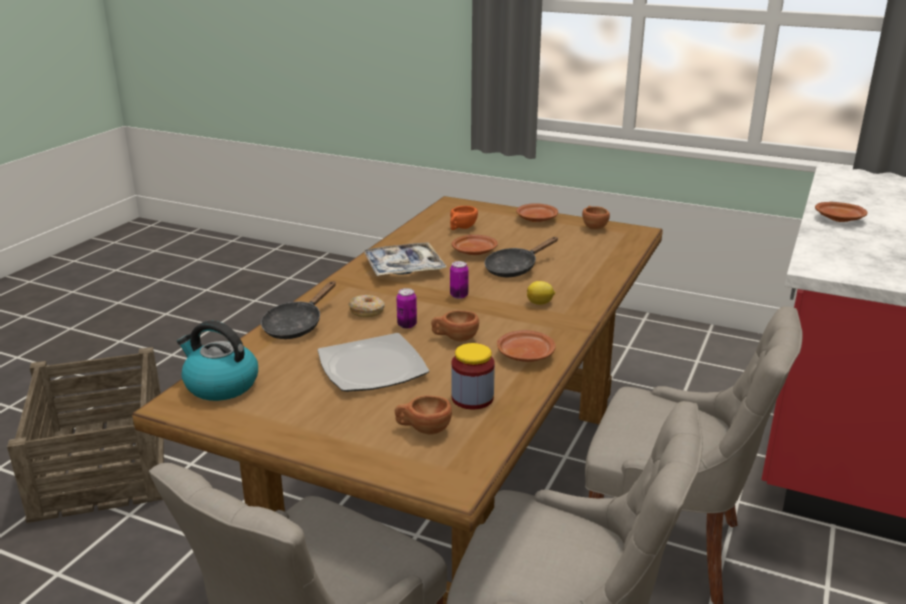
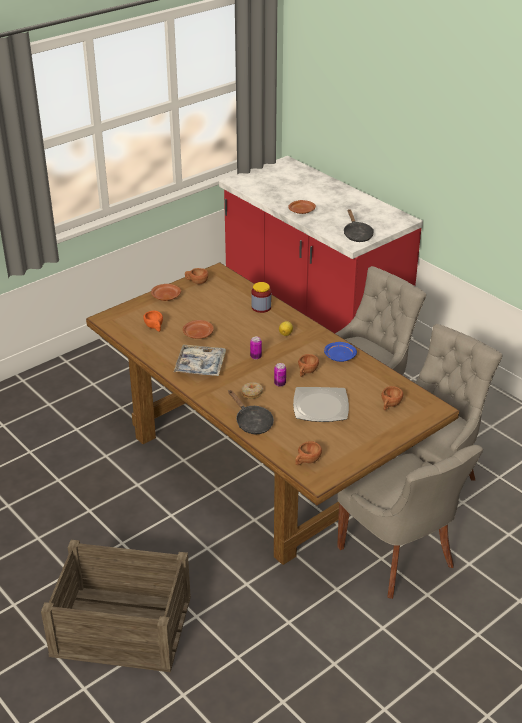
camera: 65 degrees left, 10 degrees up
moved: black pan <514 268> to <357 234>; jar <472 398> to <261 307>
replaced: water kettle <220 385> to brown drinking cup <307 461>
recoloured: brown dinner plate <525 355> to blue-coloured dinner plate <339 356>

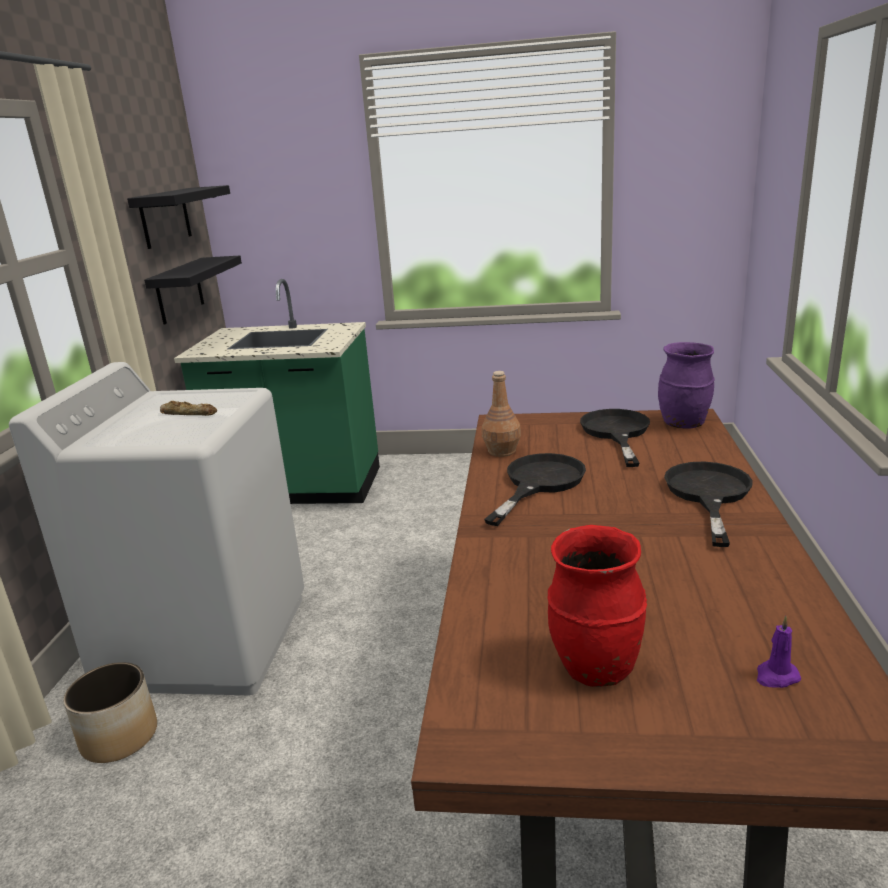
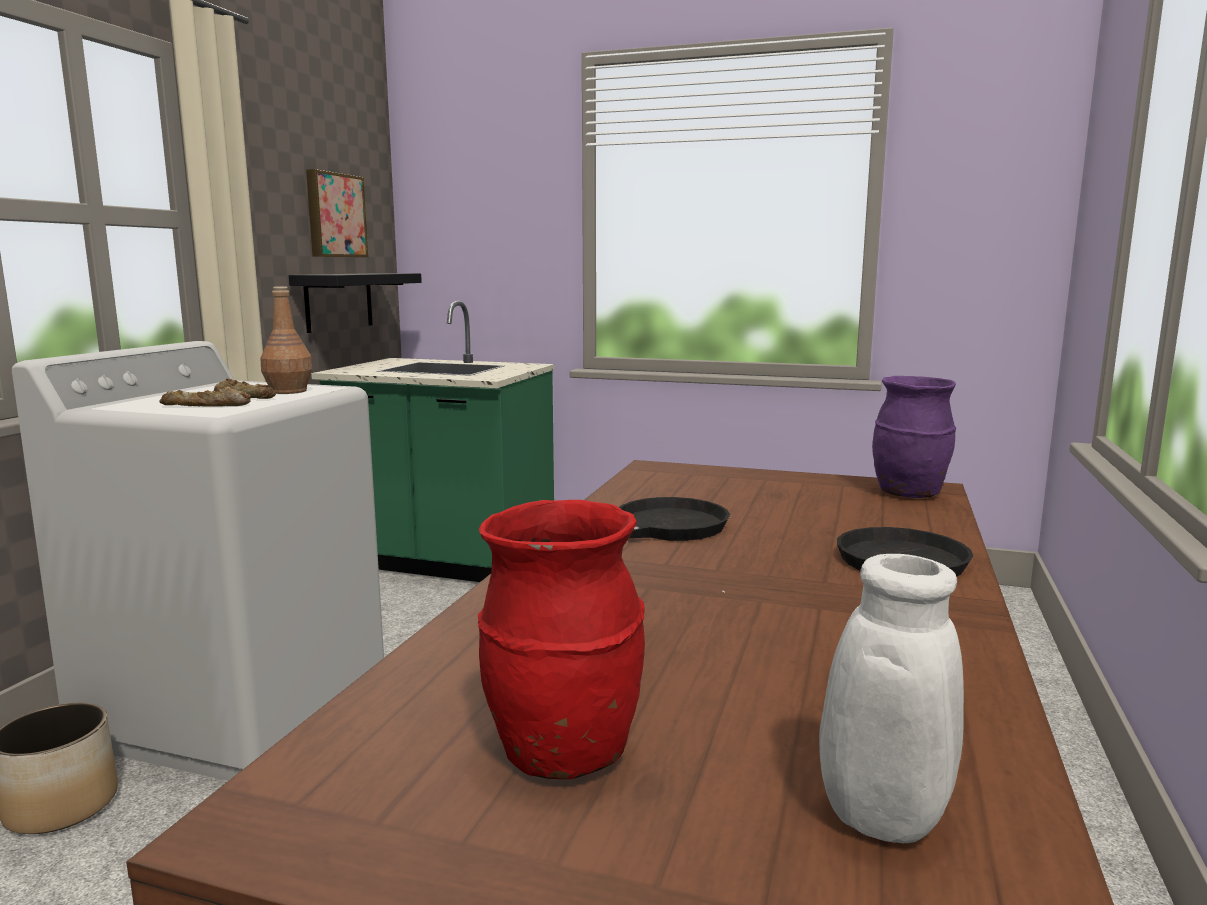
camera: 10 degrees right, 10 degrees down
removed: black pan <616 433>
added: baked bread <206 405>
moved: brown bottle <502 451> to <288 391>
replaced: black shelf <165 217> to wall picture <334 215>; purple-coloured wax light <776 676> to white flower vase <872 820>

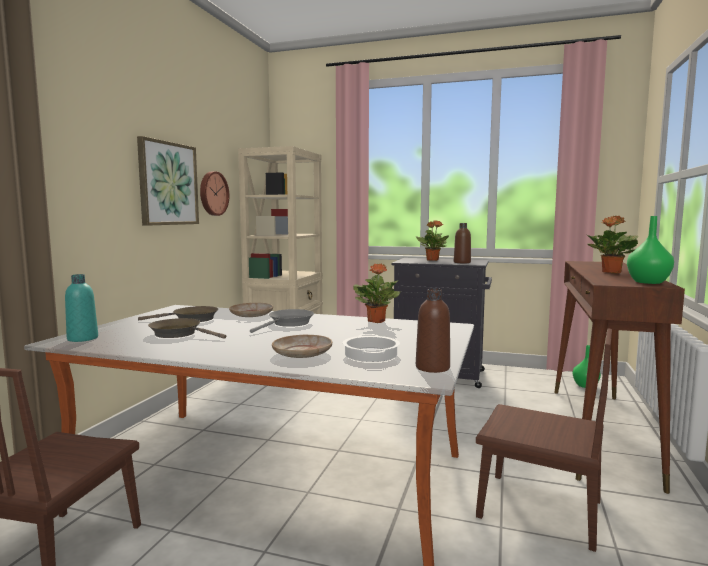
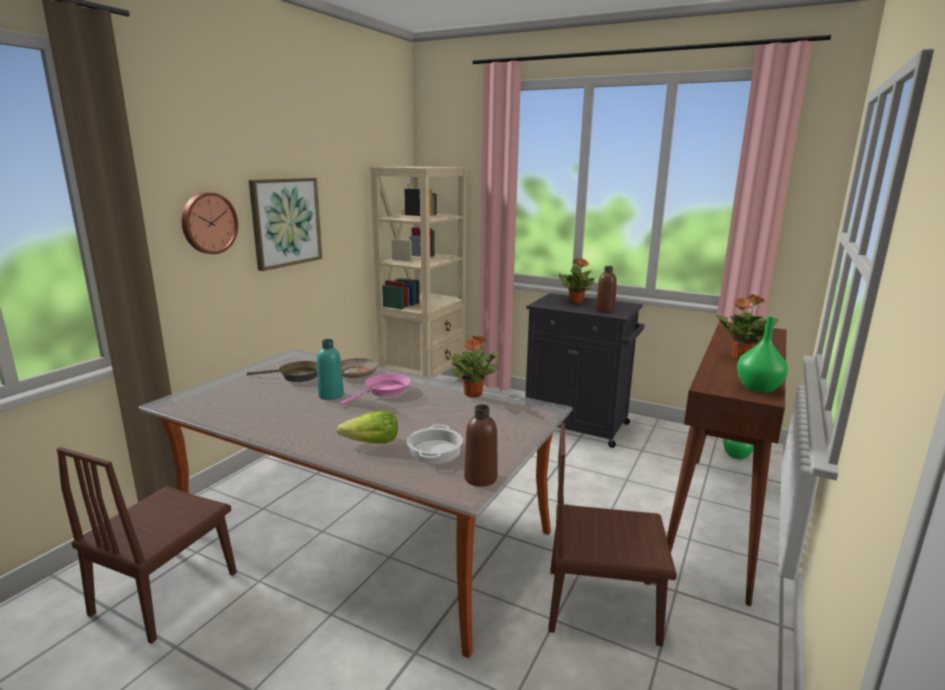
camera: 10 degrees right, 10 degrees up
removed: brown pan <179 334>
moved: wall clock <212 193> to <208 223>; turquoise-coloured bottle <82 338> to <331 395>
replaced: beige-coloured dinner plate <302 353> to head of lettuce <371 443>
recoloured: gray pan <289 324> to pink pan <384 391>
turned: brown upright chair <539 509> = <602 605> 150 degrees clockwise

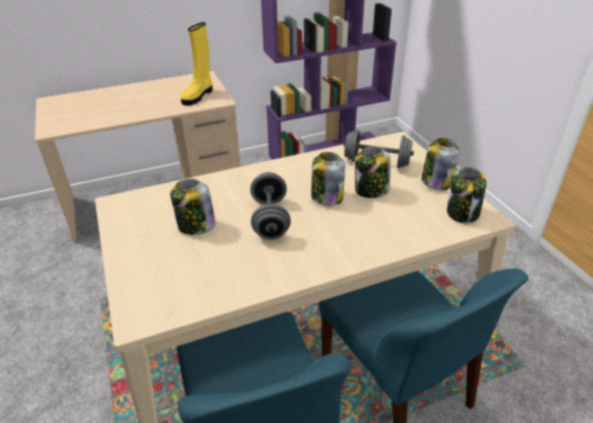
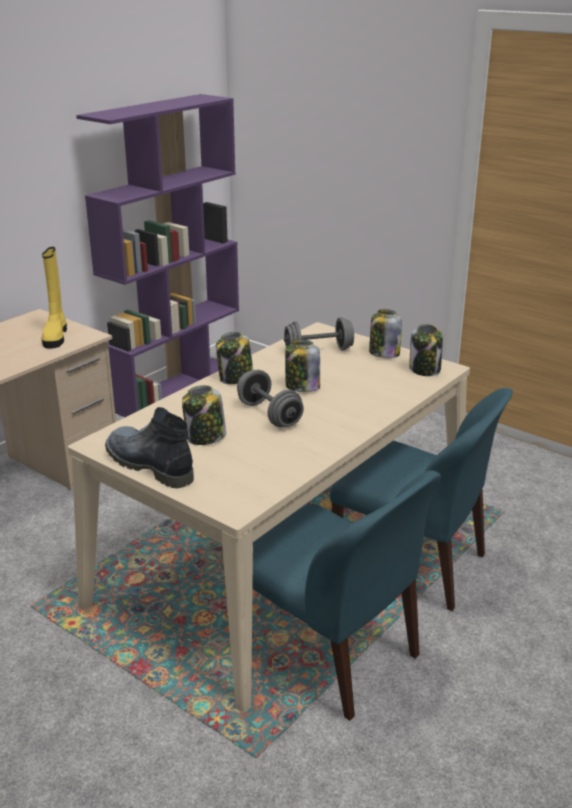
camera: 30 degrees left, 10 degrees down
added: boot <148 465>
moved: jar <371 190> to <235 378>

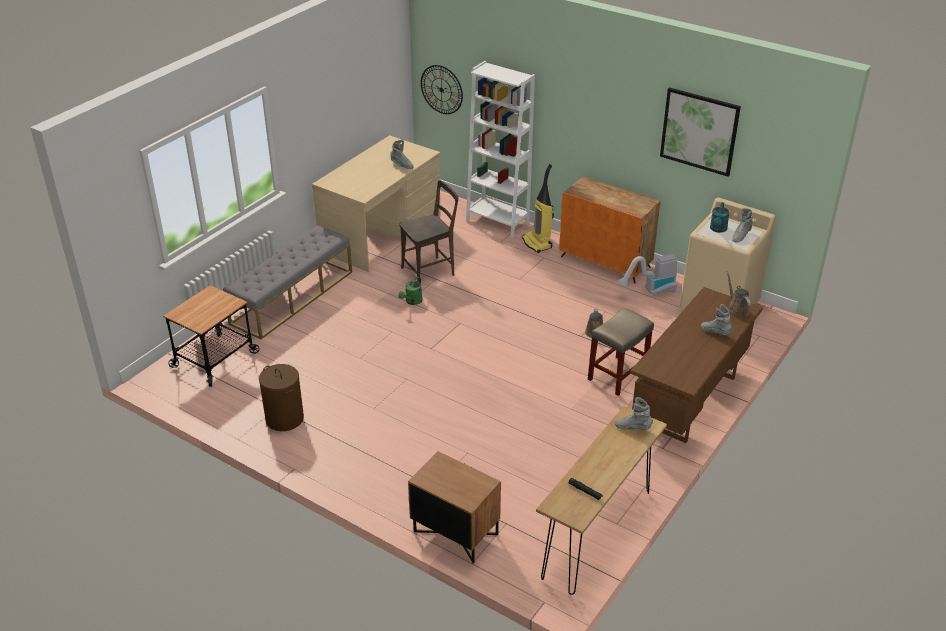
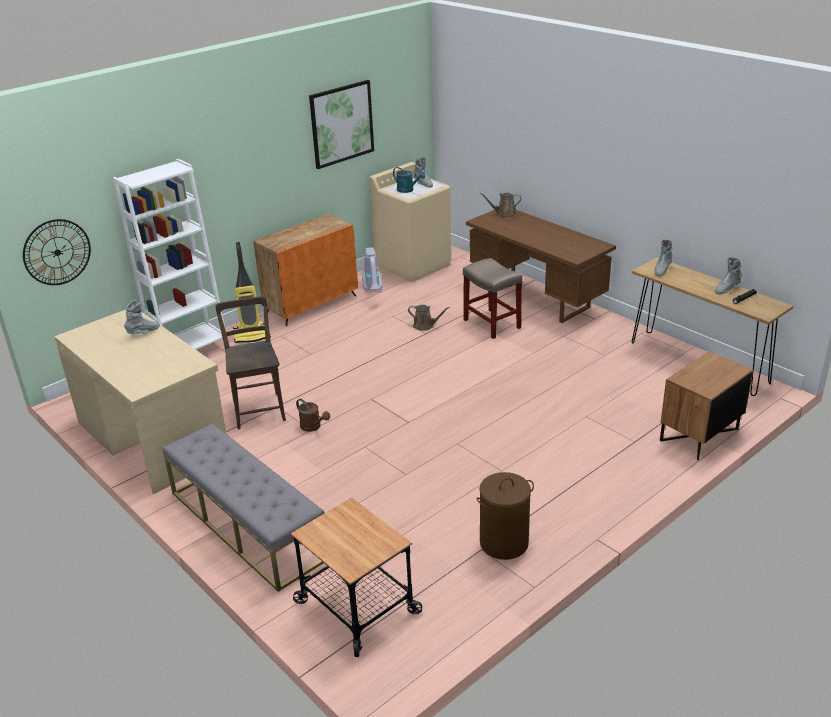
camera: 75 degrees left, 5 degrees down
moved: gray boot <715 332> to <726 289>
recoloured: green sprinkling can <412 302> to brown sprinkling can <313 427>

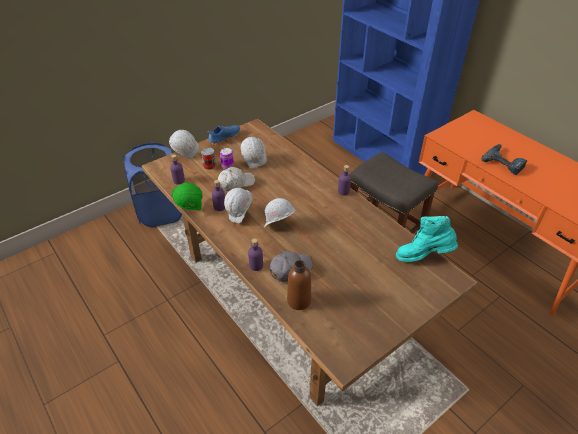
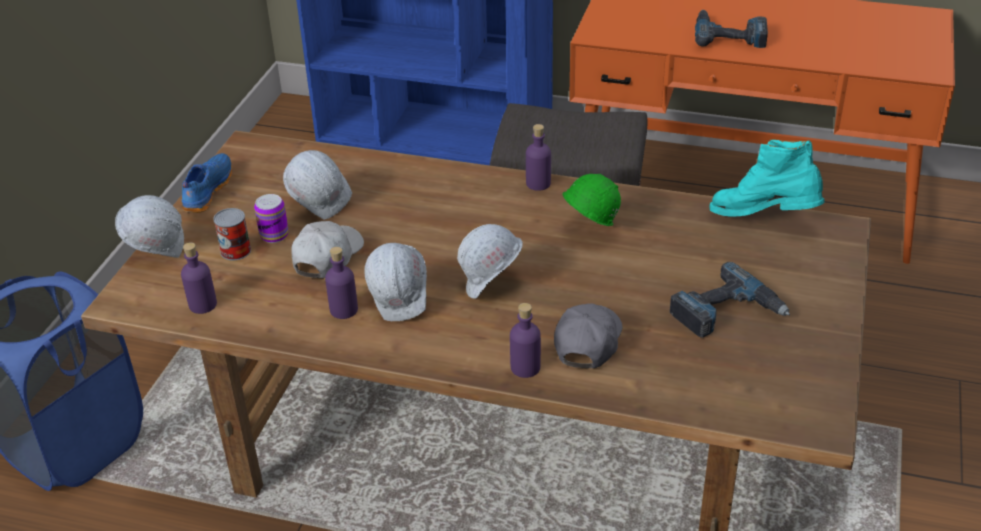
camera: 35 degrees left, 5 degrees down
removed: brown bottle <299 300>
added: electric drill <727 312>
moved: green safety helmet <190 208> to <589 230>
turned: turquoise-coloured boot <423 256> = <764 220> 60 degrees clockwise

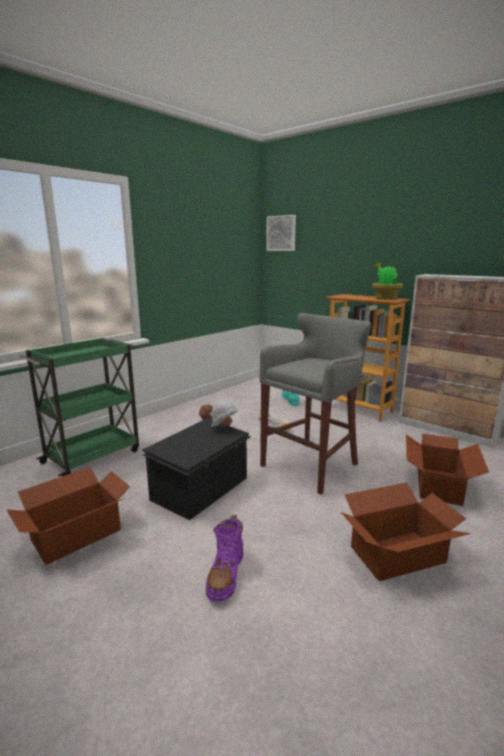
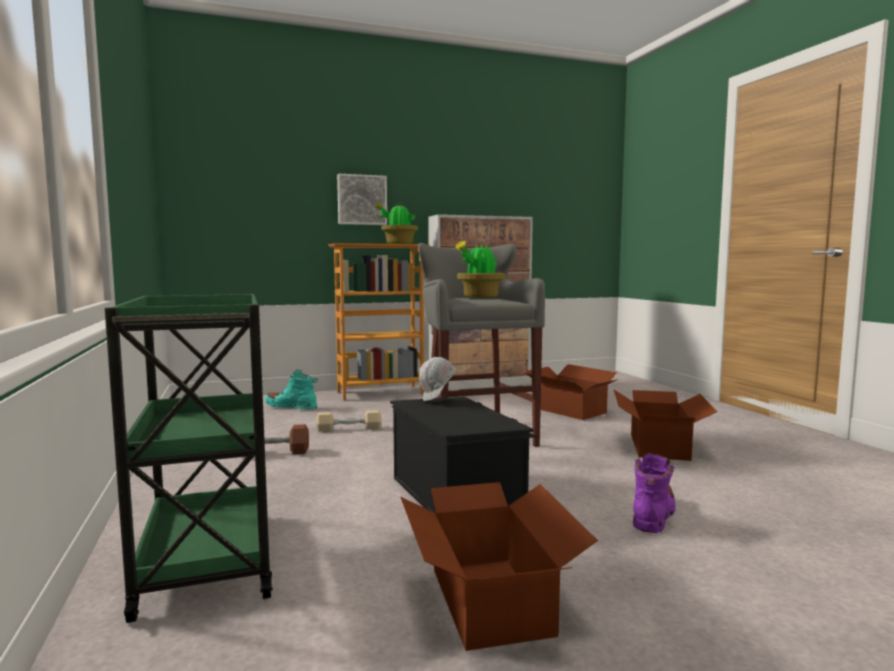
camera: 60 degrees left, 10 degrees down
added: potted plant <479 297>
moved: wall picture <281 233> to <362 200>
turned: purple-coloured boot <225 575> = <653 514> 105 degrees counterclockwise

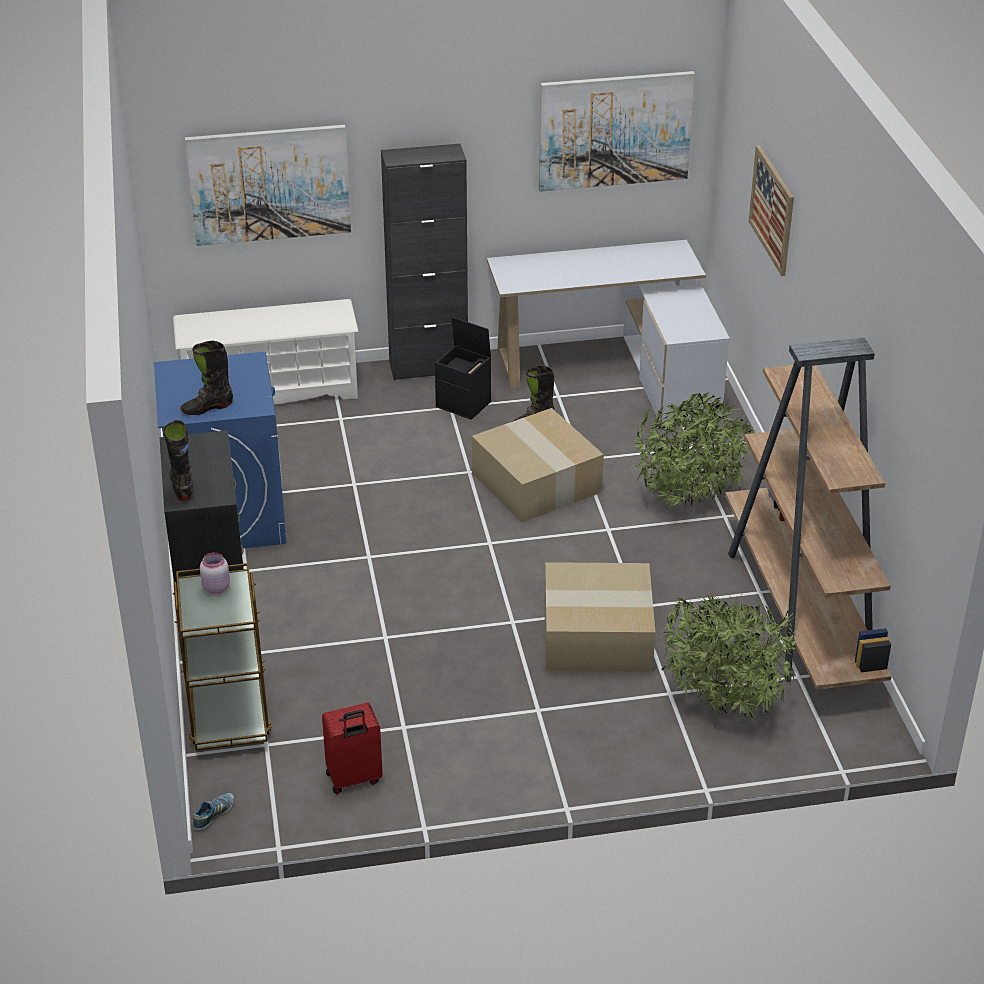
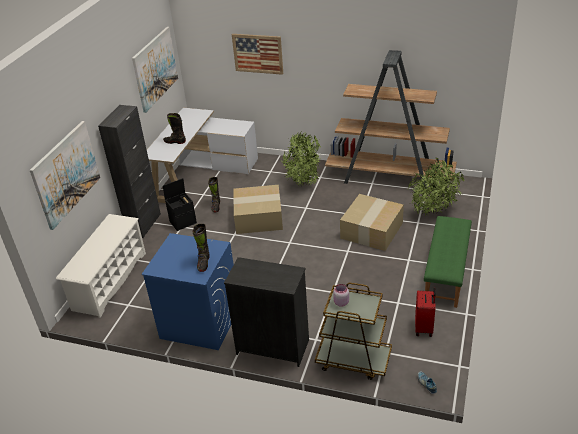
camera: 60 degrees left, 0 degrees up
added: green bench <446 273>
moved: black boot <182 486> to <175 142>

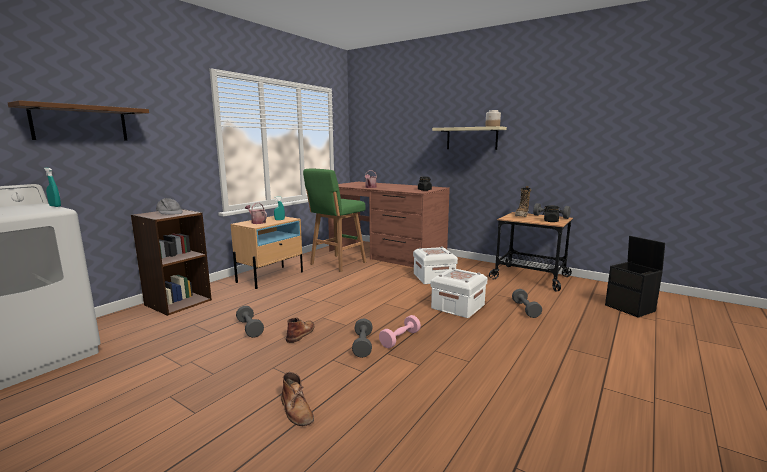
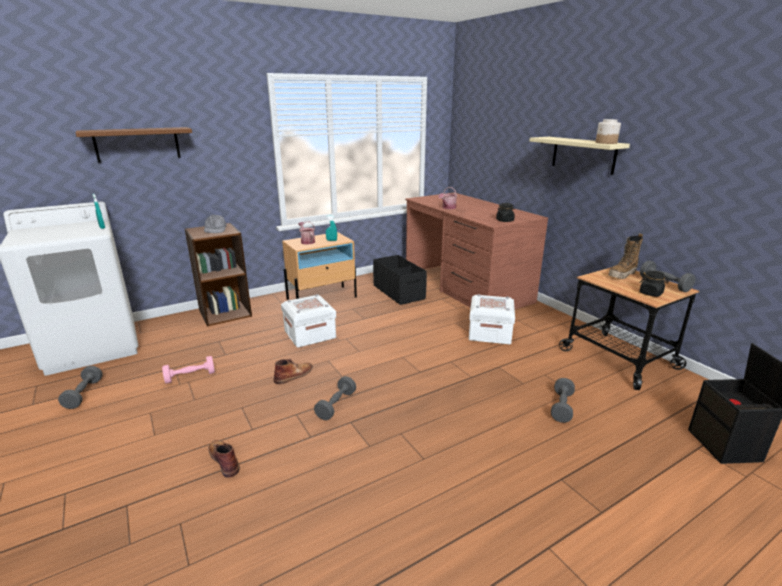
camera: 25 degrees right, 10 degrees up
moved: white storage container <458 307> to <310 334>; gray hand weight <250 328> to <84 394>; pink hand weight <400 339> to <190 377>
replaced: green stool <336 264> to black storage container <399 292>
turned: brown boot <296 410> = <224 459> 150 degrees clockwise

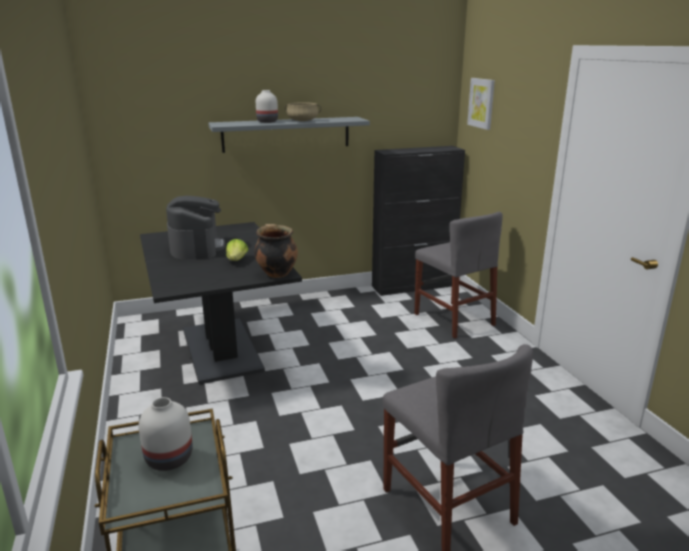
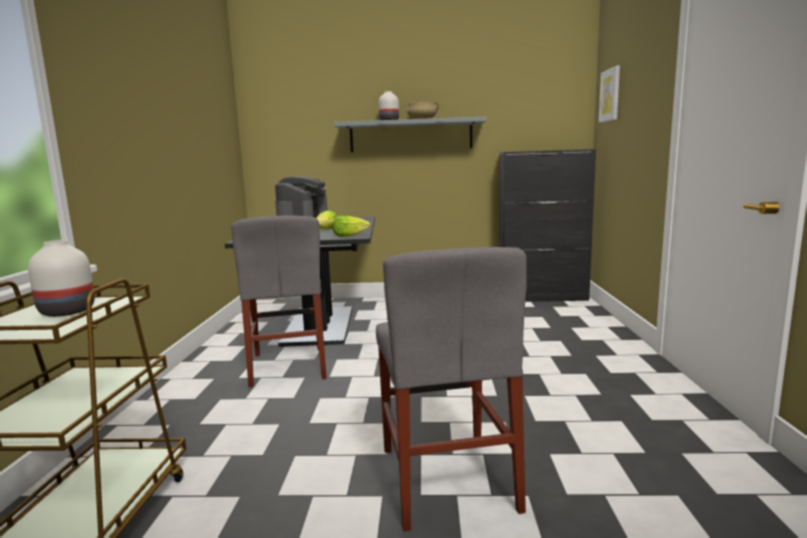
camera: 20 degrees right, 10 degrees down
moved: gray upright chair <453 319> to <288 366>
replaced: cooking pot <276 273> to head of lettuce <349 236>

